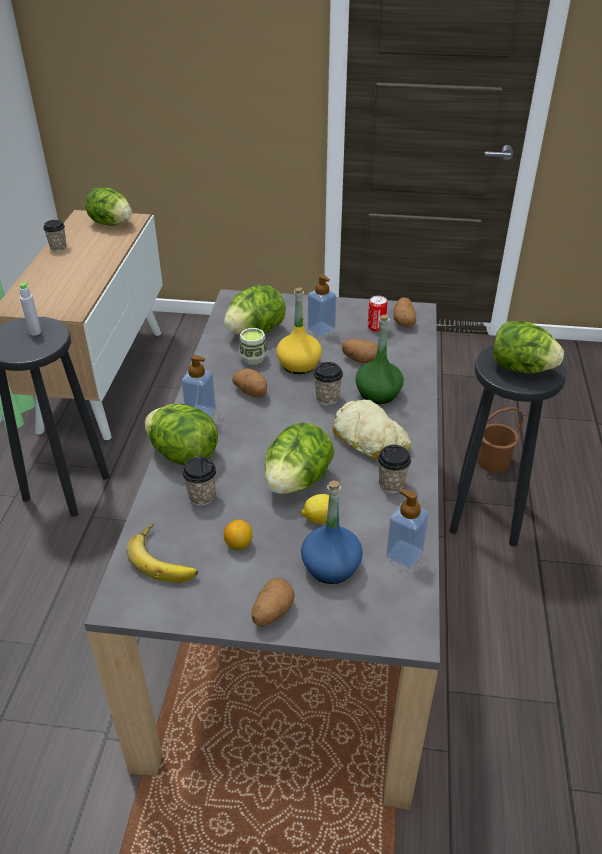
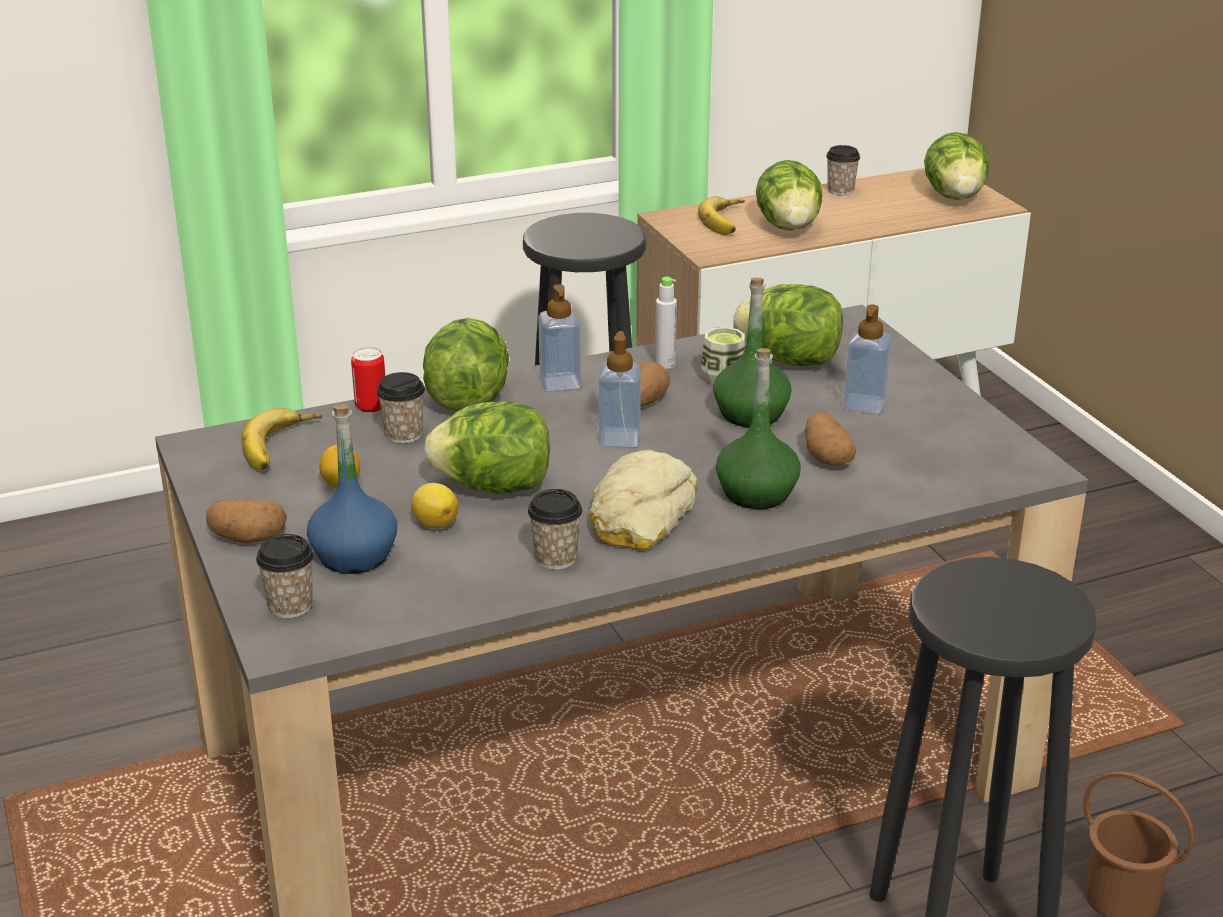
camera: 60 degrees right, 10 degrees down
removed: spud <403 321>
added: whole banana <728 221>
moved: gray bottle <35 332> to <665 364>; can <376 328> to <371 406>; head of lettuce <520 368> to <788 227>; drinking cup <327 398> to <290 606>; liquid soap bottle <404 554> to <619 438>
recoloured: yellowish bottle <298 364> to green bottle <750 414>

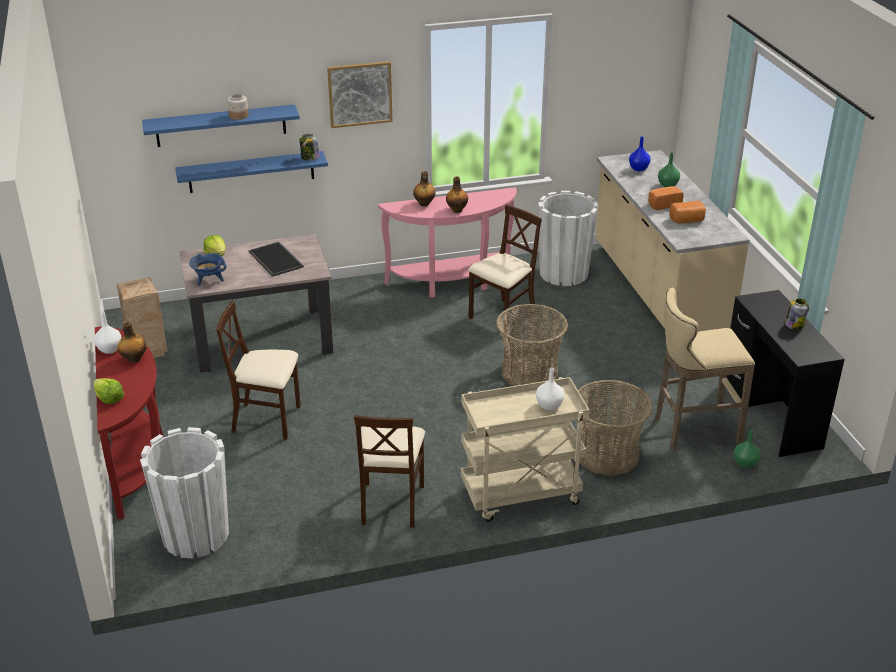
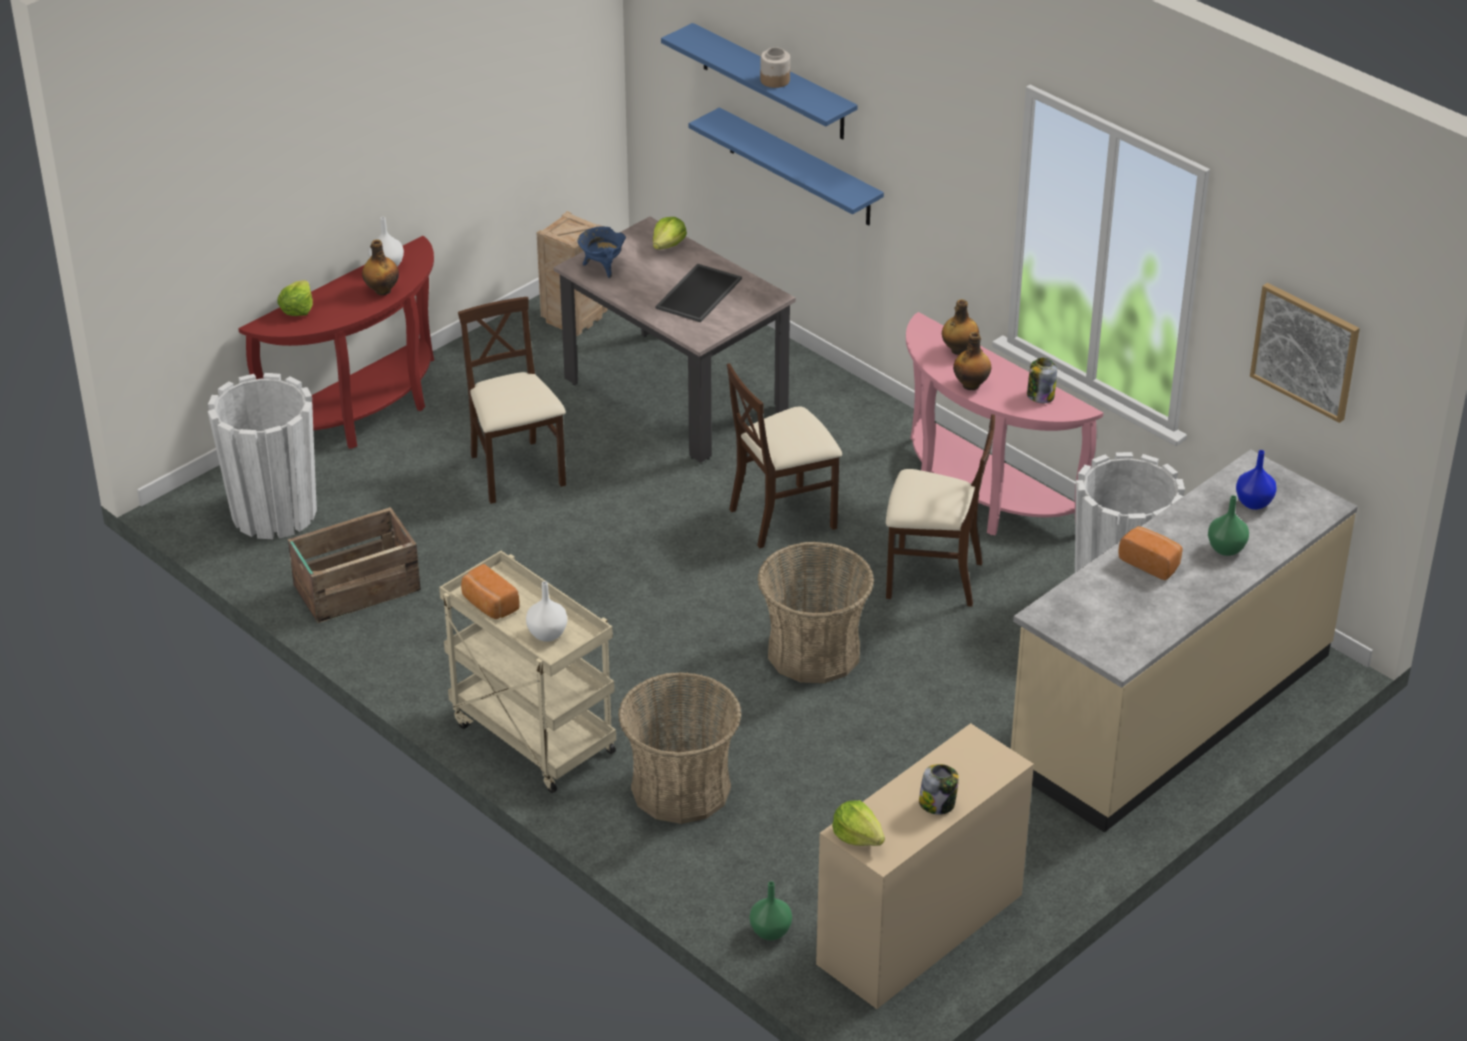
camera: 60 degrees right, 5 degrees up
removed: beige-coloured stool <692 431>
added: packing crate <355 588>; head of lettuce <858 836>
moved: wall picture <360 94> to <1305 351>; jar <310 158> to <1040 396>; baked bread <687 220> to <488 605>; beige-coloured upright chair <391 503> to <783 516>
recoloured: black desk table <771 414> to beige-coloured desk table <920 930>

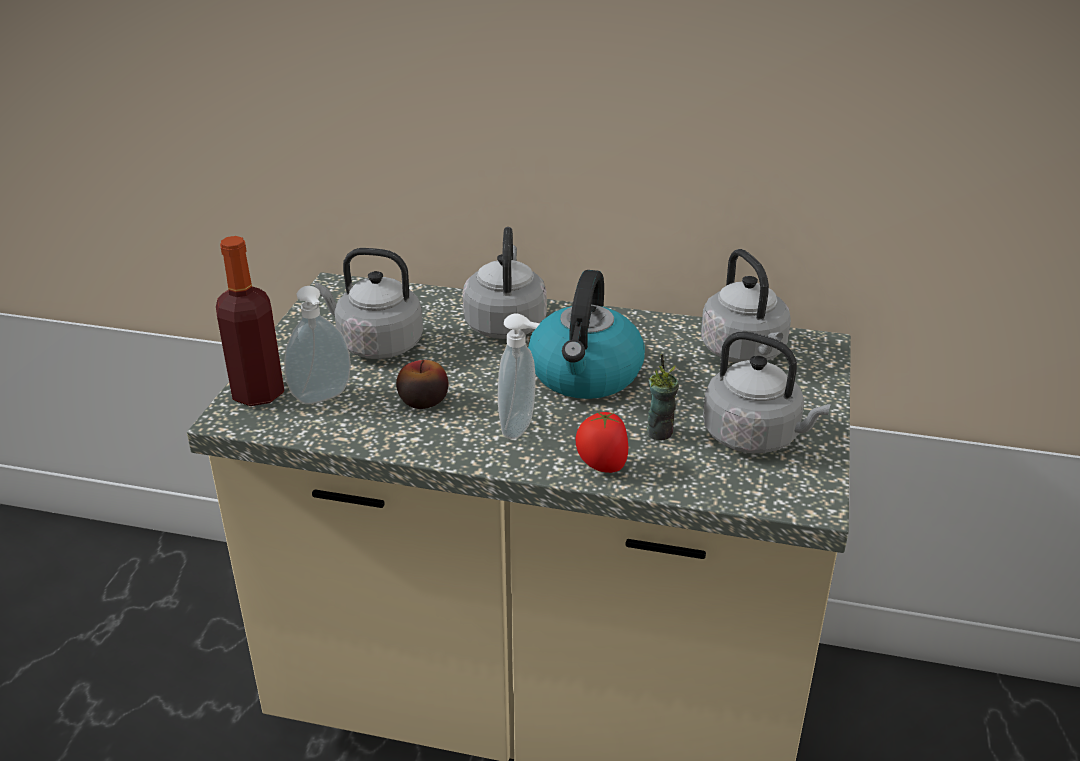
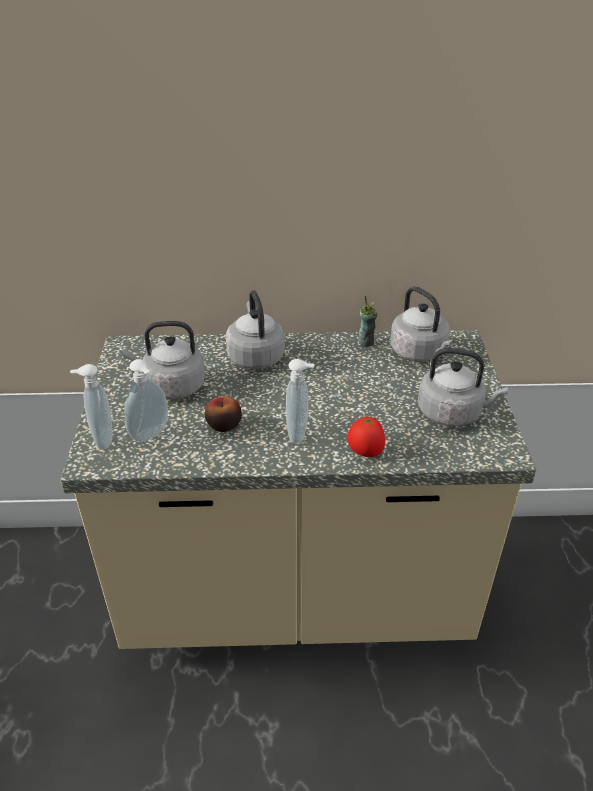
camera: 15 degrees left, 5 degrees up
removed: water kettle <585 375>
moved: drinking cup <660 432> to <366 342>
replaced: bottle <258 393> to liquid soap bottle <101 439>

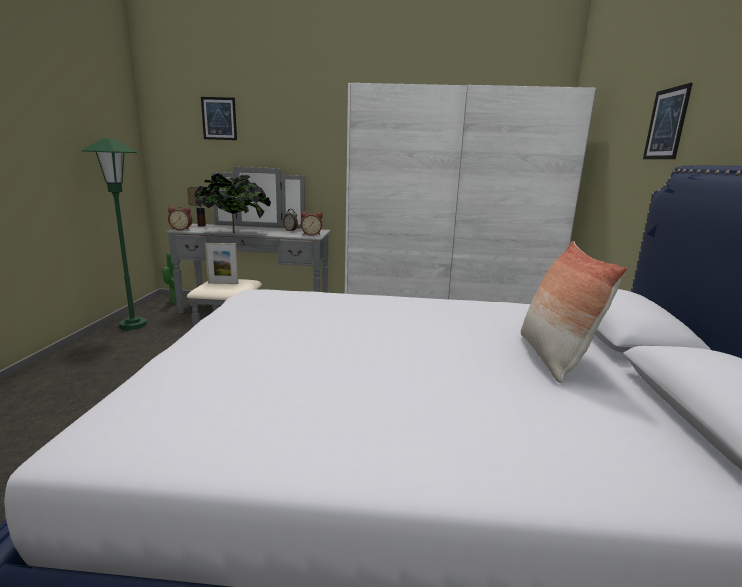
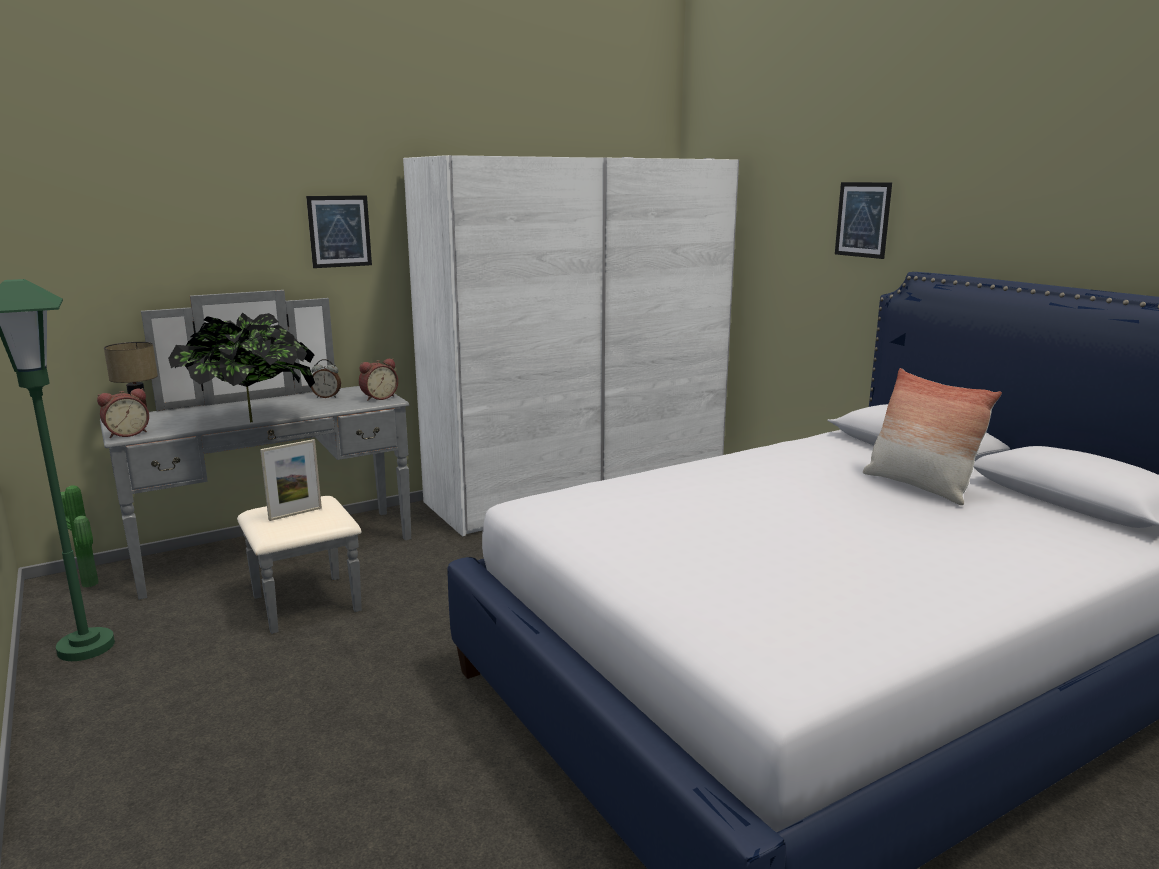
camera: 35 degrees left, 0 degrees up
moved: wall picture <219 118> to <339 231>

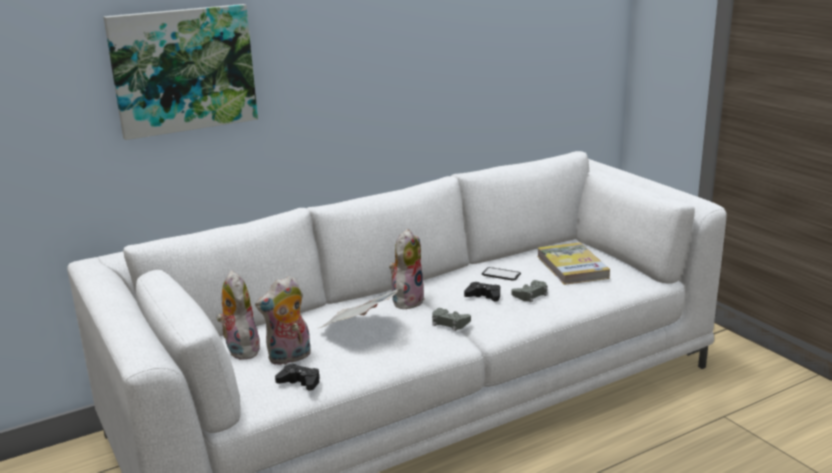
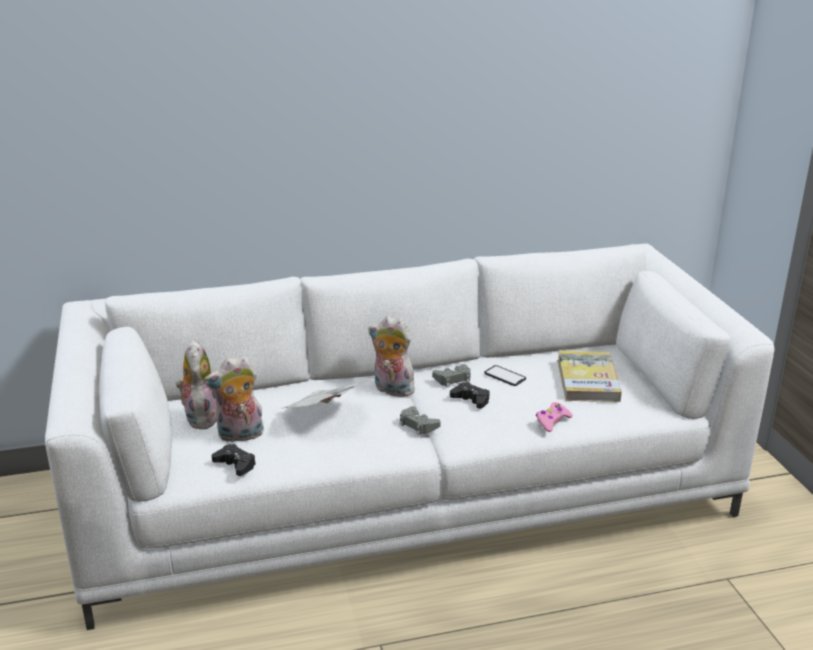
camera: 15 degrees right, 5 degrees up
removed: wall picture <183 70>
added: pink game controller <552 421>
moved: gray game controller <530 295> to <453 379>
turned: soft toy <407 300> = <391 390> 105 degrees counterclockwise

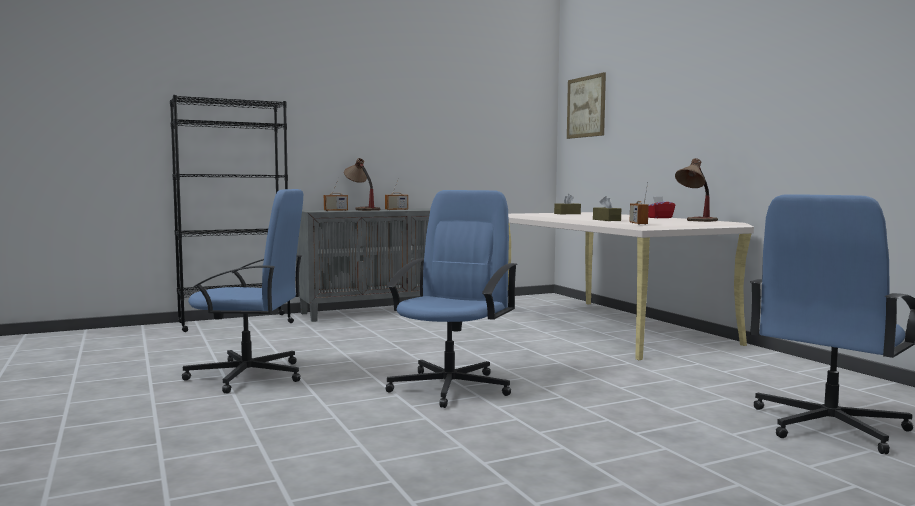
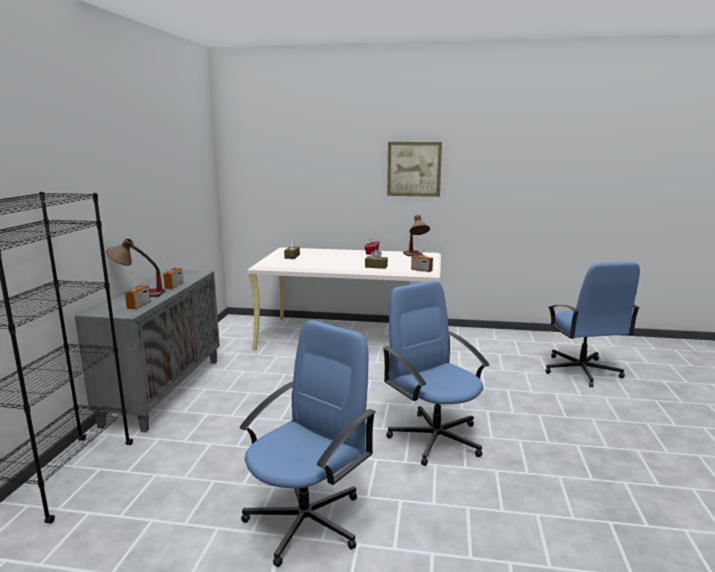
camera: 55 degrees left, 10 degrees up
moved: wall picture <586 107> to <414 169>

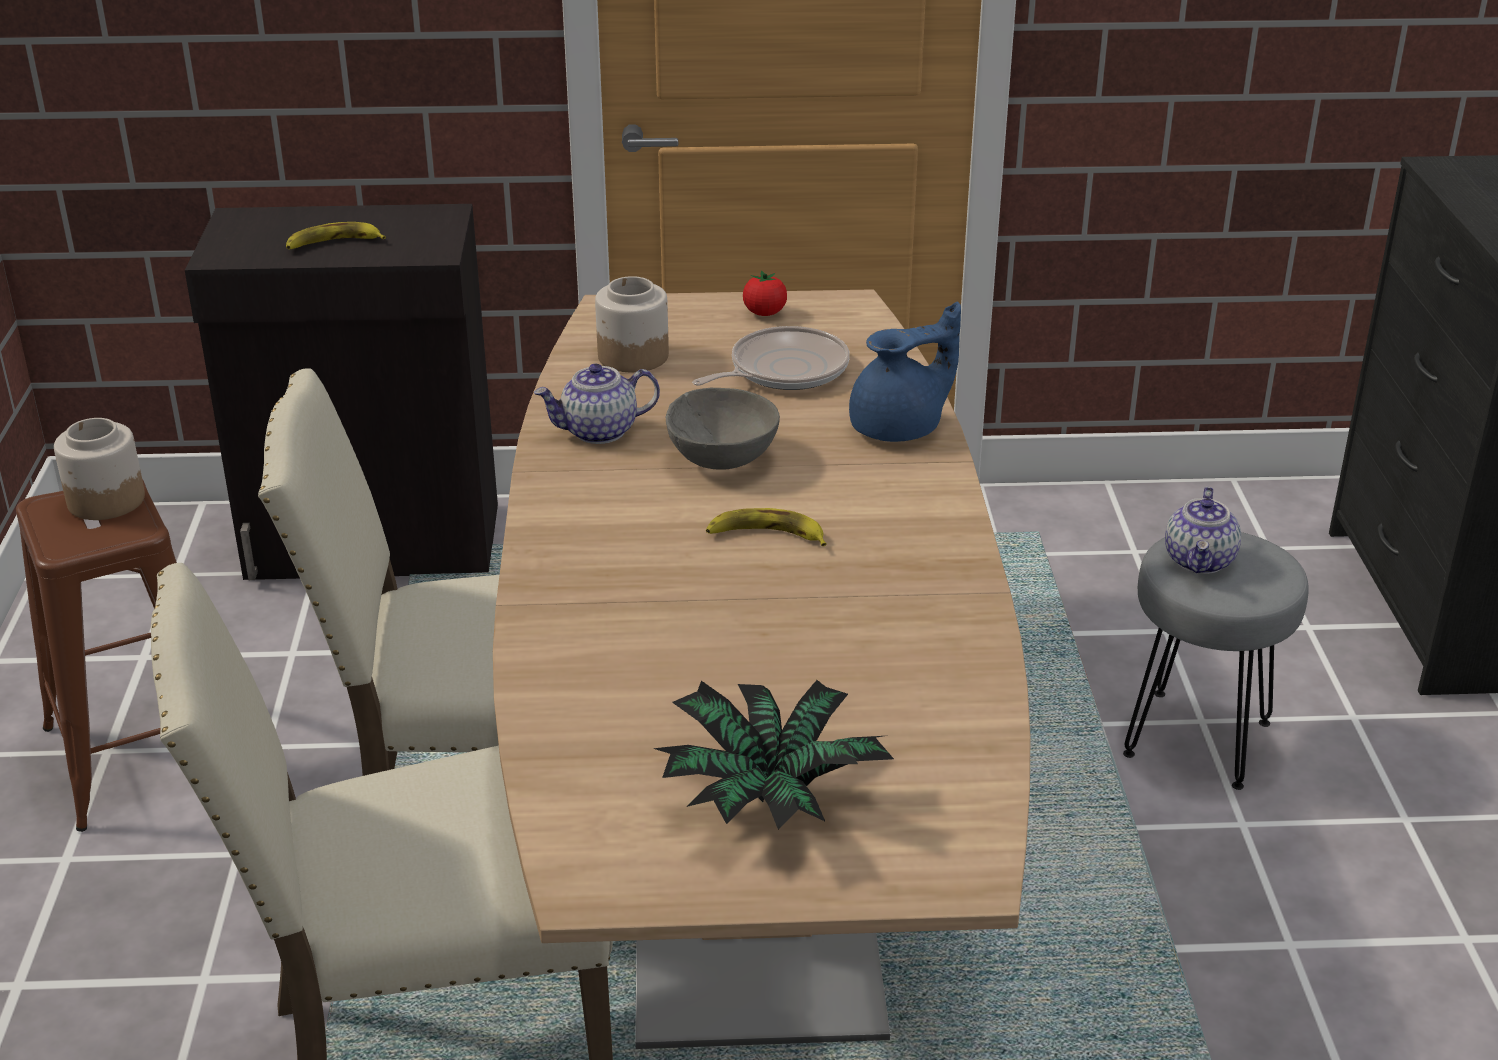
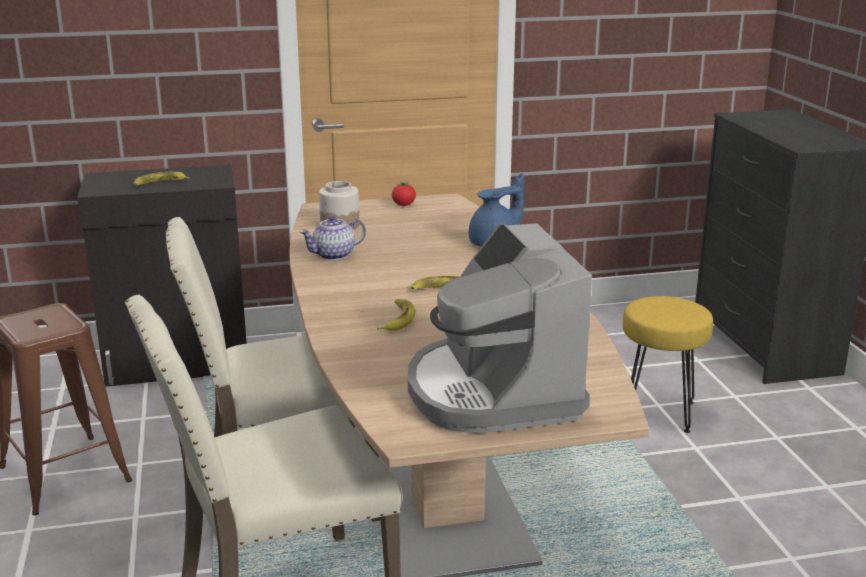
camera: 10 degrees left, 10 degrees down
removed: pan <783 370>; gray deep dish <722 459>; jar <105 500>; tea pot <1200 561>
added: whole banana <397 319>
replaced: potted plant <769 796> to coffee maker <492 392>
recoloured: gray stool <1199 738> to yellowish stool <659 412>

